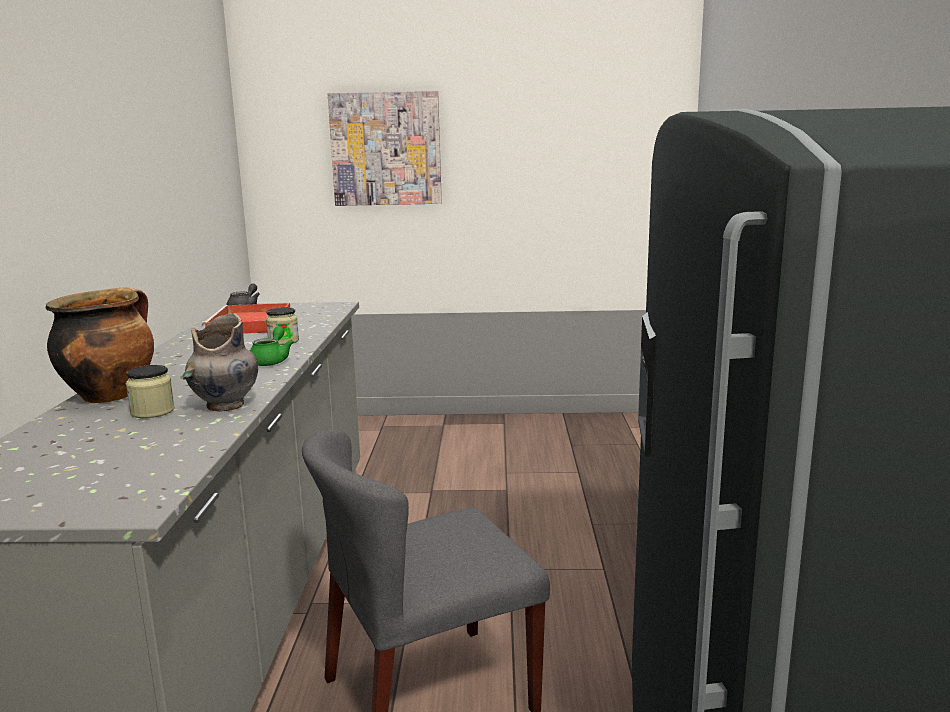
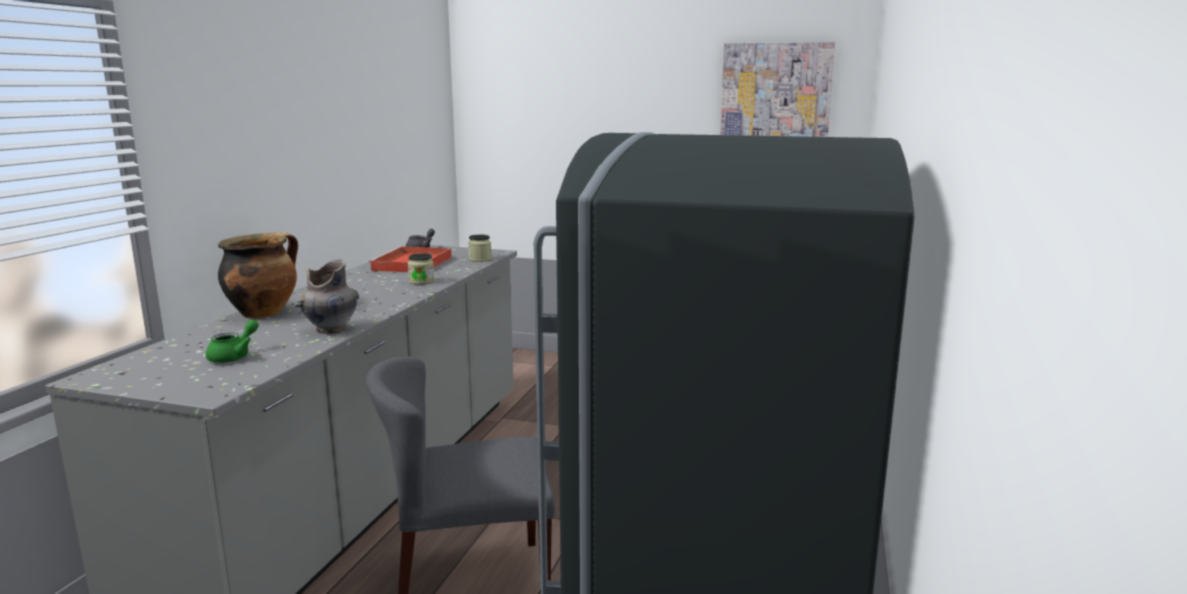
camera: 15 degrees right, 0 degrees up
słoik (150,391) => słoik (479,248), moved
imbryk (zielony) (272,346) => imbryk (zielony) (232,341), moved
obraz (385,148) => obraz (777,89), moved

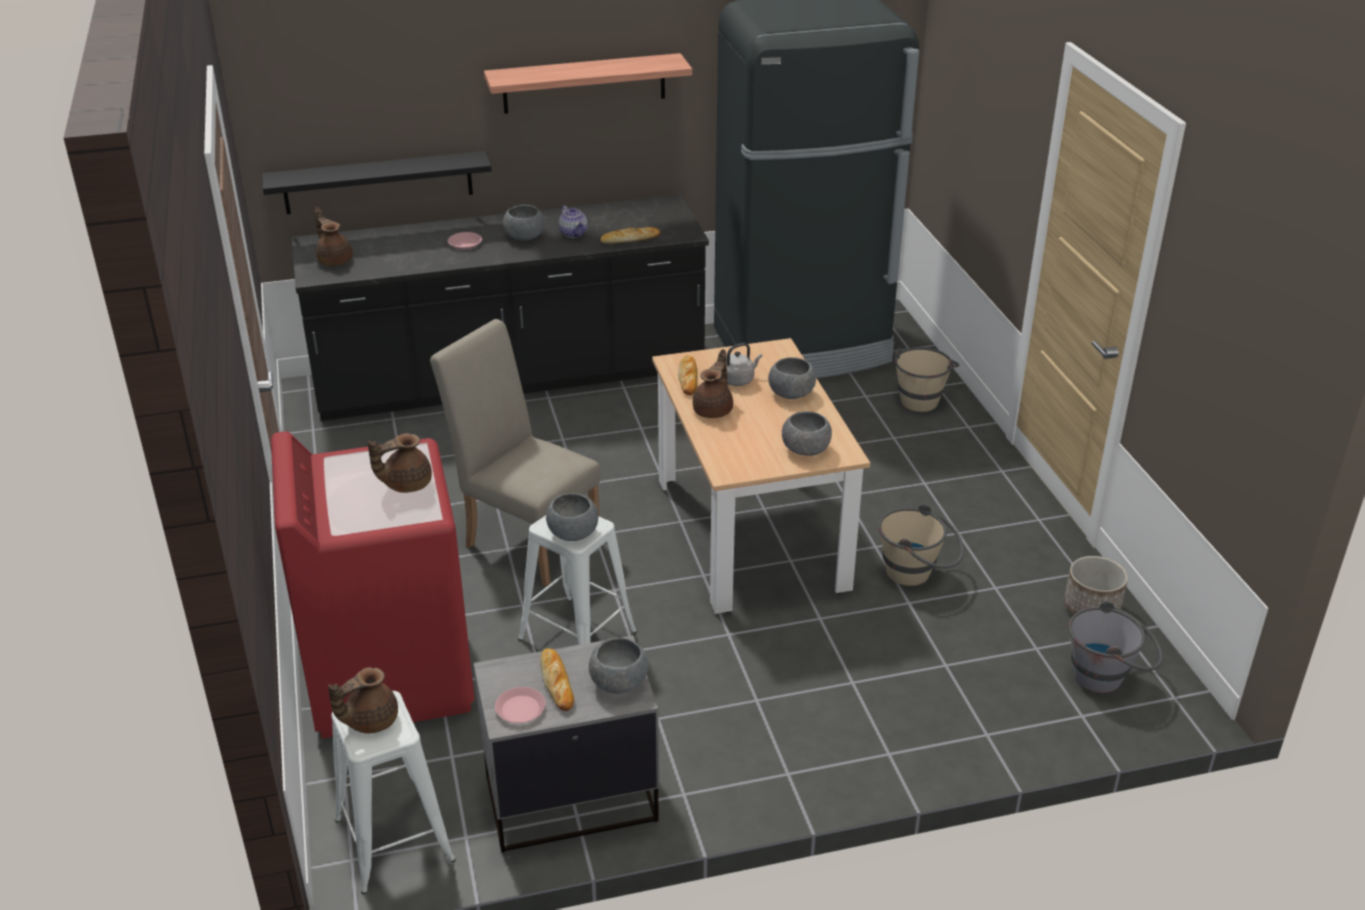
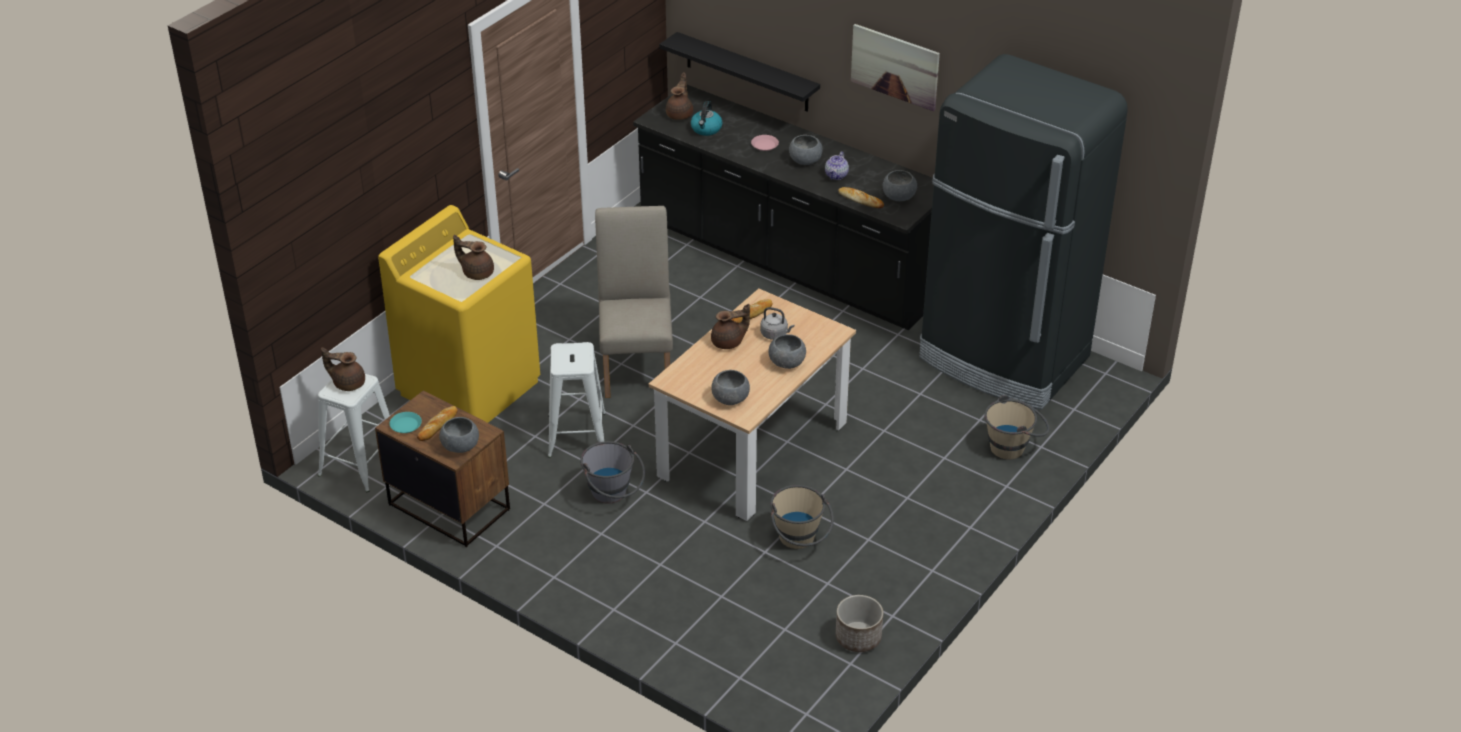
camera: 50 degrees right, 5 degrees up
nothing => czajnik (706,118)
miska (szary) (572,517) => miska (szary) (900,185), moved
wiadro (szary) (1116,647) => wiadro (szary) (612,472), moved
półka (588,83) => obraz (895,67)
pralka (czerwony) (372,585) => pralka (żółty) (459,314)
szafka nocna (szary) (566,744) => szafka nocna (brązowy) (442,468)
talerz (różowy) (520,705) => talerz (turkusowy) (405,422)

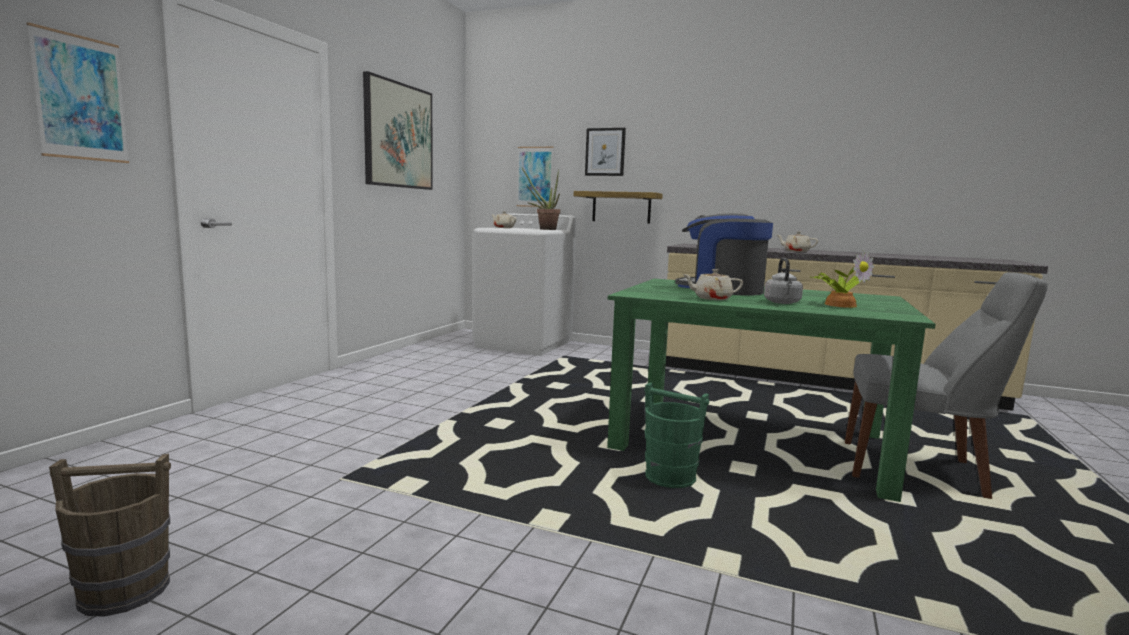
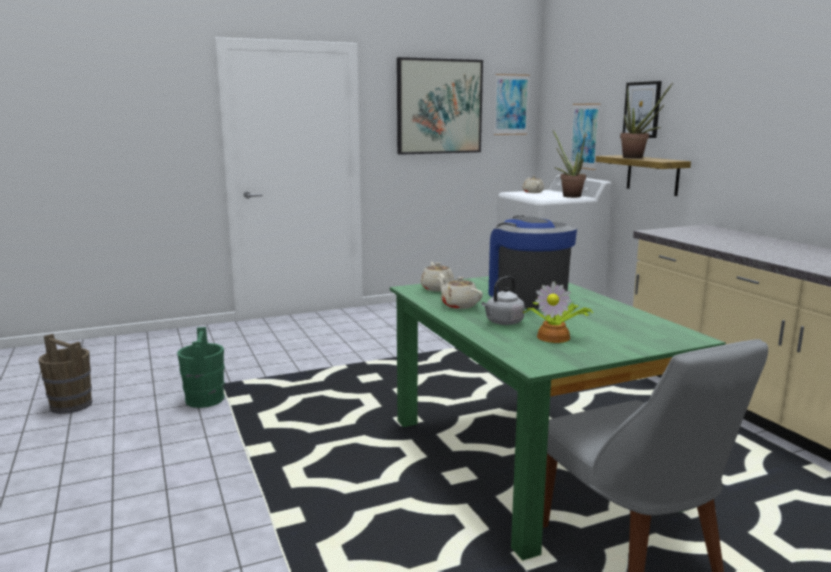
camera: 45 degrees right, 5 degrees up
nothing => roślina doniczkowa (646,121)
obraz (78,92) => obraz (512,104), moved
wiadro (zielony) (677,435) => wiadro (zielony) (201,367), moved
imbryk (beżowy) (797,241) => imbryk (beżowy) (437,276), moved

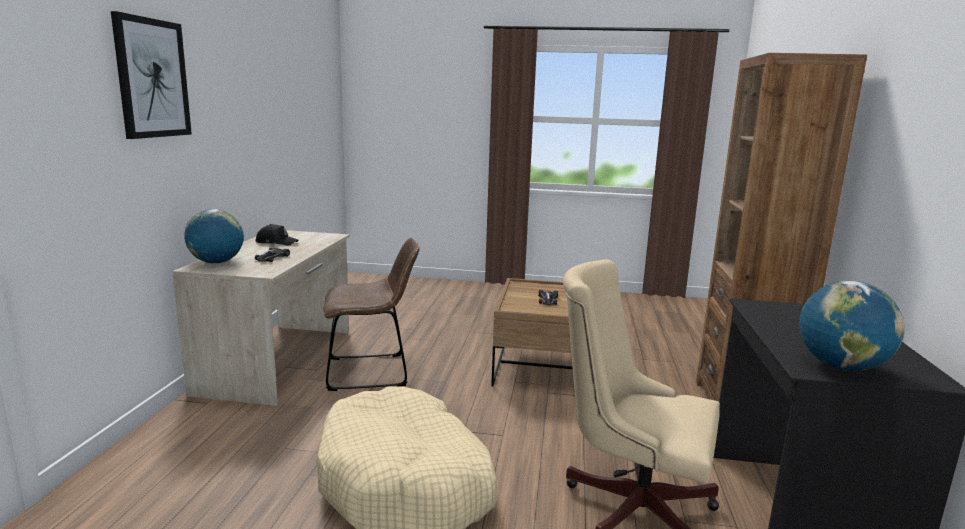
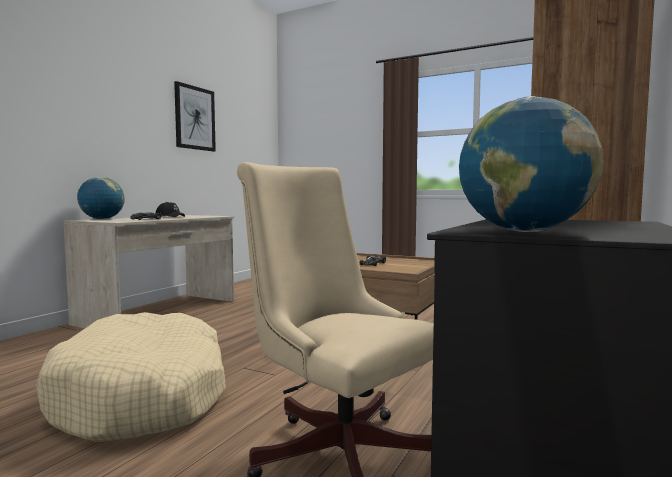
camera: 20 degrees right, 10 degrees down
krzesło (brązowy) (372,314) => nothing
obraz (151,75) => obraz (195,116), moved

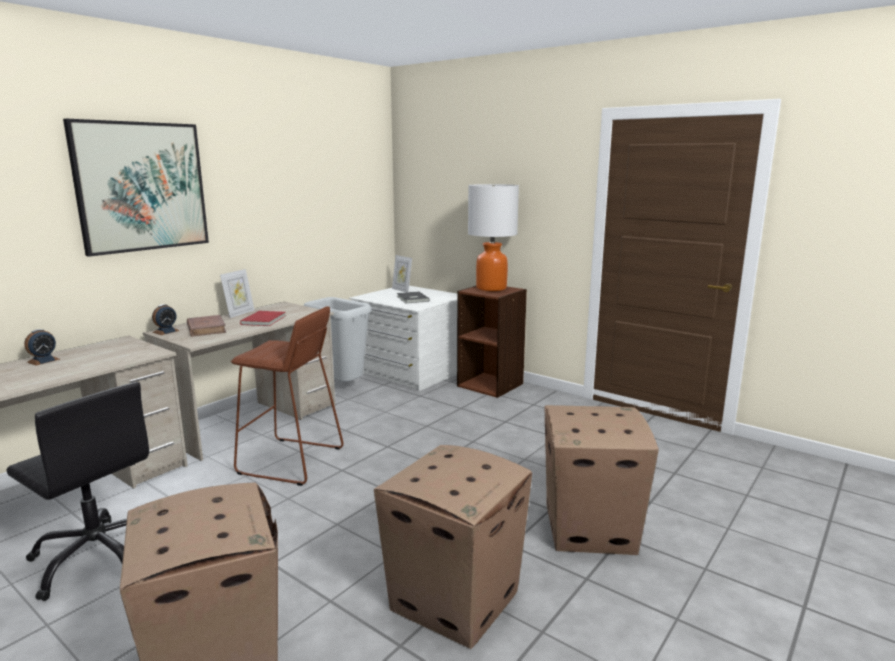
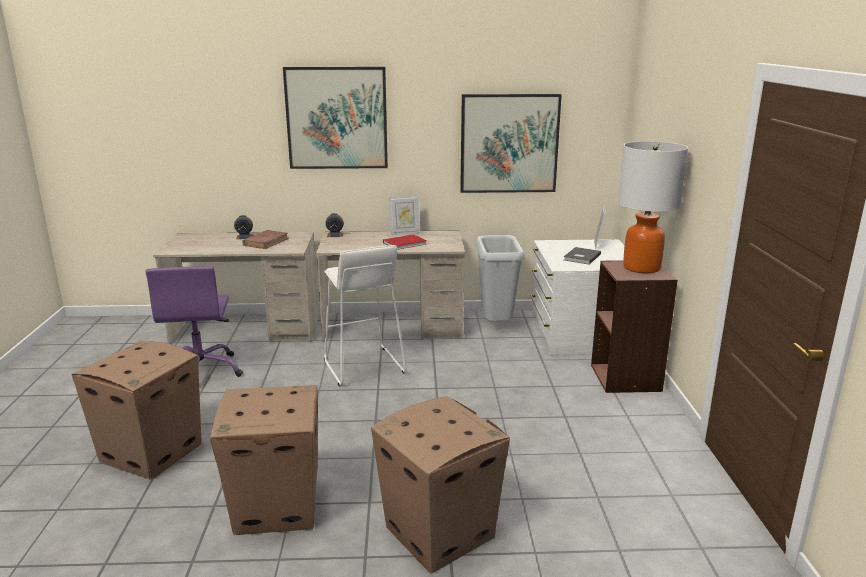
camera: 50 degrees right, 5 degrees up
nothing => obraz (511,143)
książka (brązowy) (206,326) => książka (brązowy) (265,239), moved
krzesło biurowe (czarny) (77,491) => krzesło biurowe (fioletowy) (194,321)
stołek (brązowy) (287,396) => stołek (biały) (365,315)

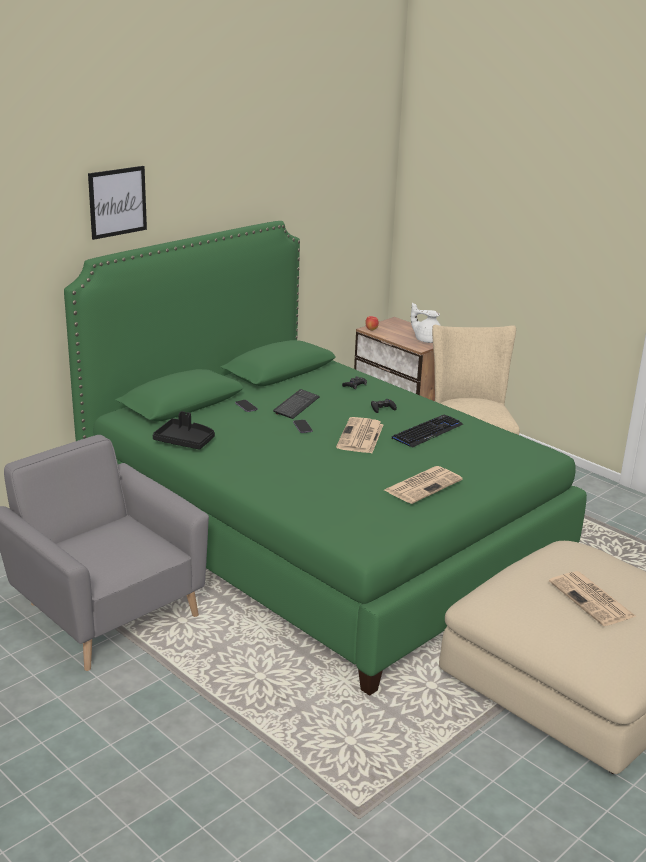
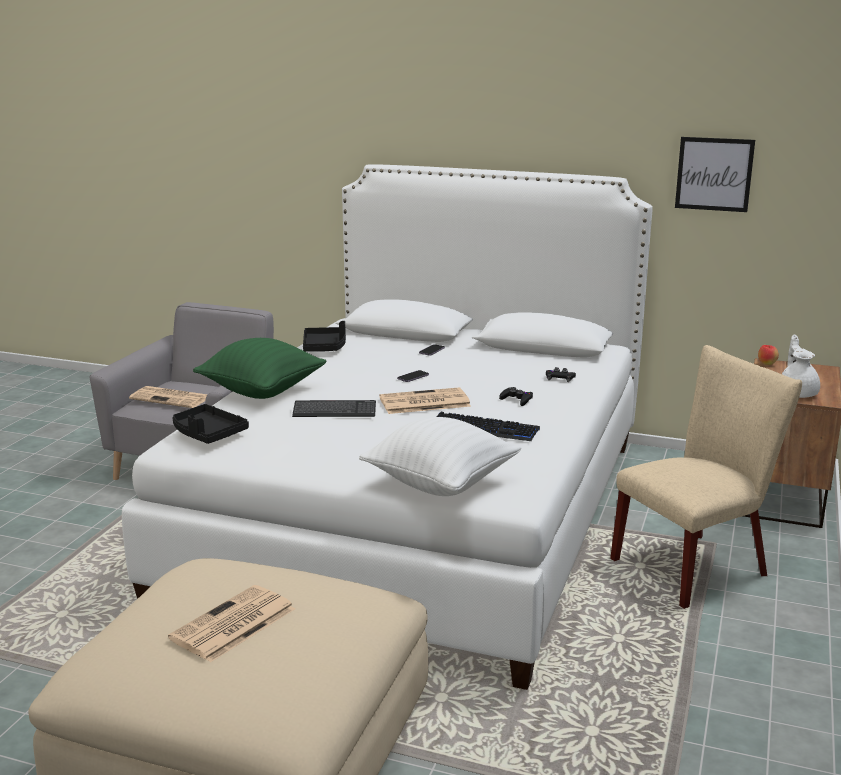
camera: 65 degrees right, 5 degrees down
nothing => taca (czarny) (210,424)
nothing => poduszka (zielony) (259,368)
nothing => poduszka (biały) (440,456)
obraz (117,203) => obraz (715,174), moved
klawiatura (296,404) => klawiatura (334,408), moved
gazeta (424,485) => gazeta (168,397), moved
łóżko (zielony) (325,458) => łóżko (biały) (387,427)

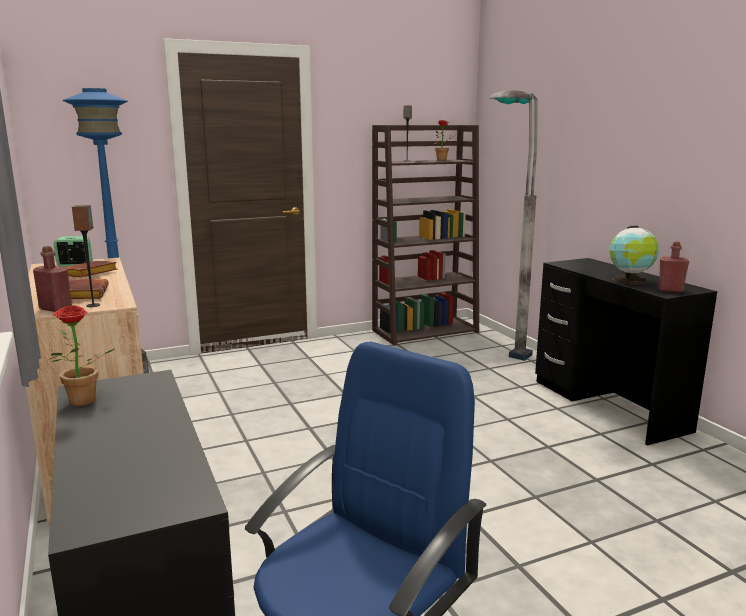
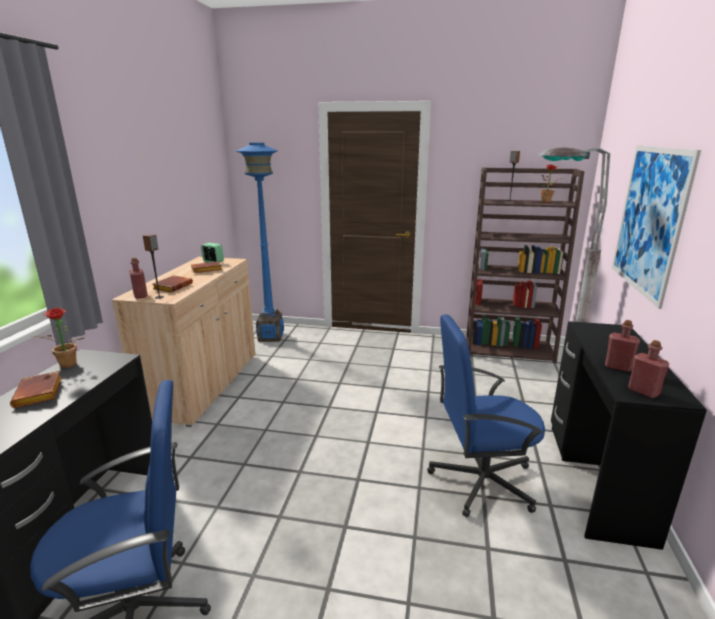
camera: 35 degrees right, 5 degrees up
nothing => książka (brązowy) (36,389)
nothing => krzesło biurowe (niebieski) (486,415)
nothing => obraz (656,227)
globus (634,255) => butelka (czerwony) (622,346)

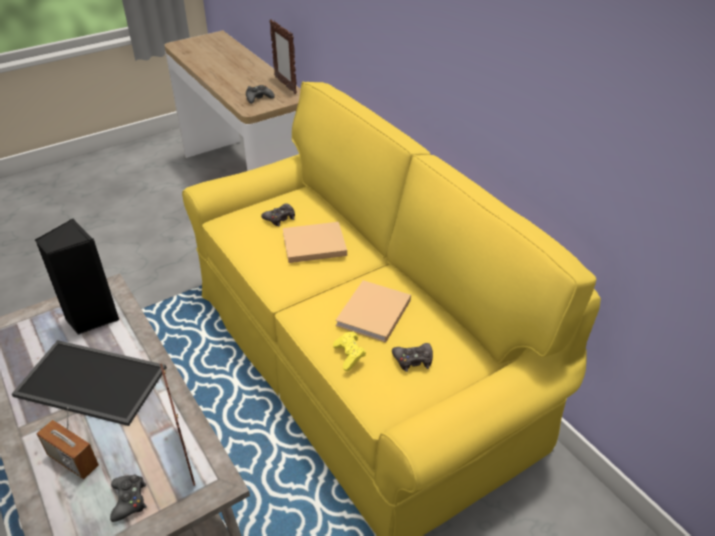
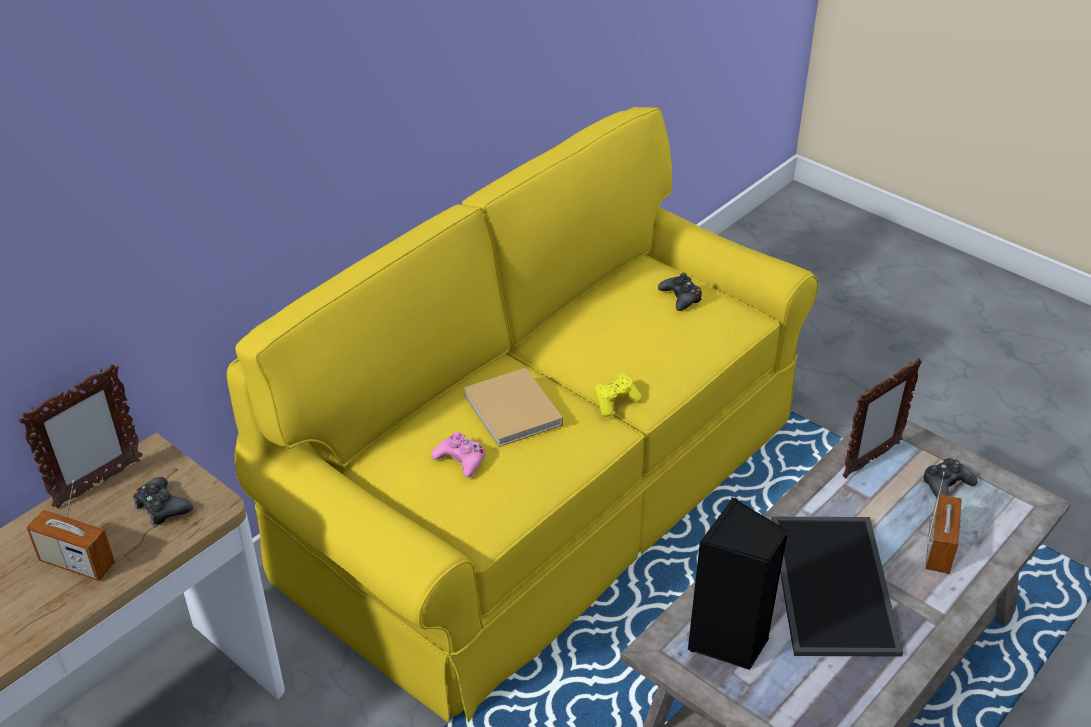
camera: 105 degrees left, 0 degrees up
książka (beżowy) (373,311) => nothing
nothing => radio (70,530)
pad do gier (żółty) (349,351) => pad do gier (żółty) (617,395), moved
pad do gier (czarny) (278,214) => pad do gier (różowy) (458,454)

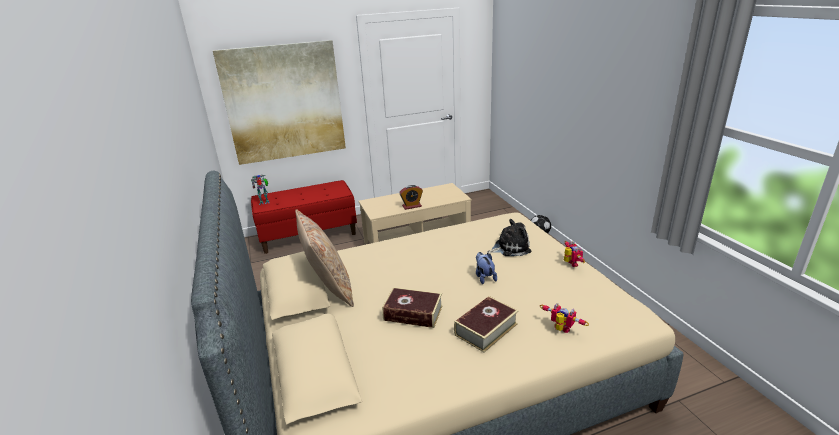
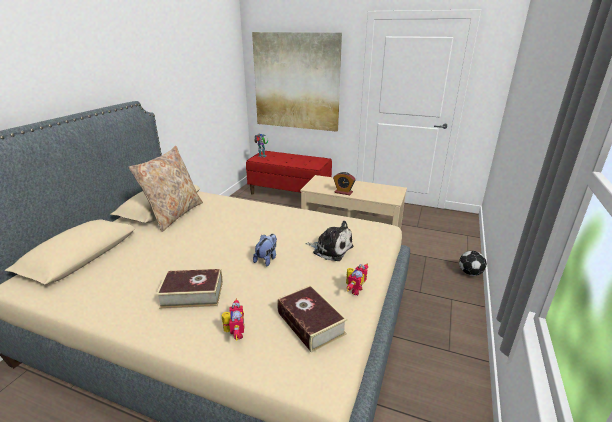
camera: 40 degrees right, 0 degrees up
książka (412,307) => książka (312,319), moved

